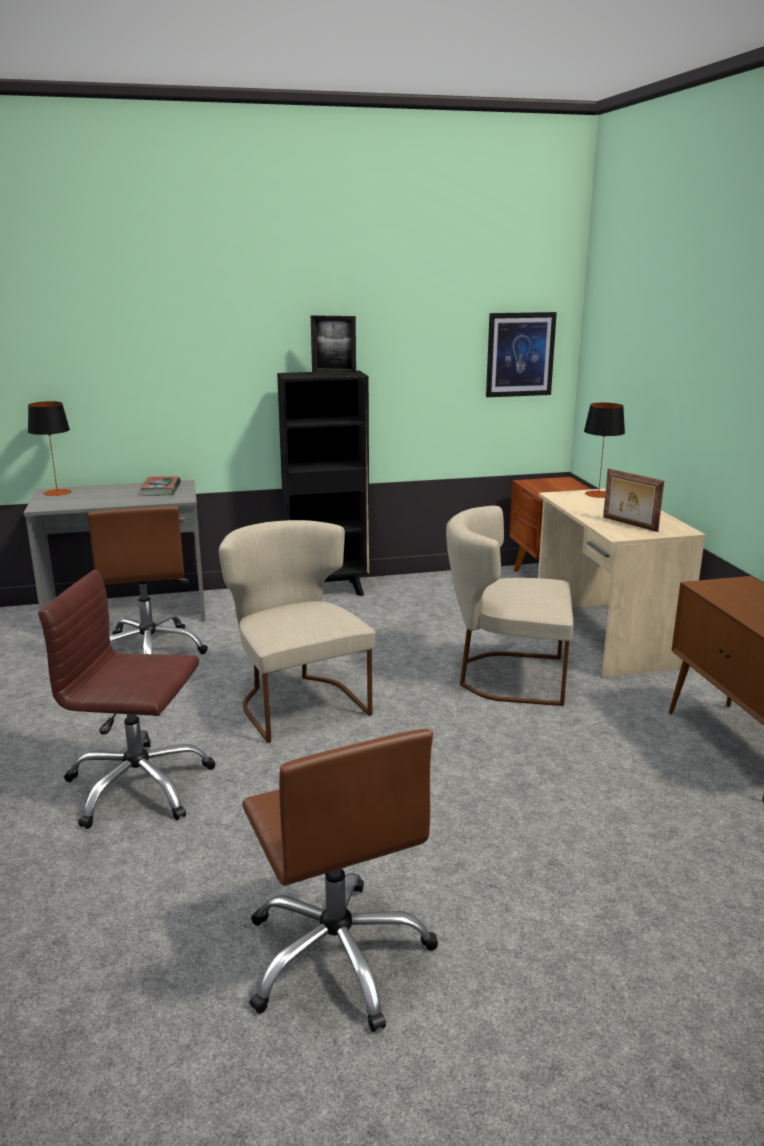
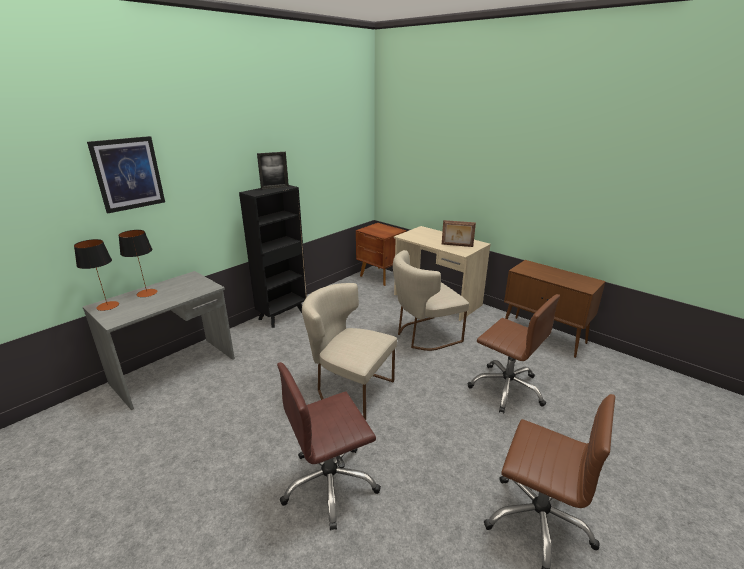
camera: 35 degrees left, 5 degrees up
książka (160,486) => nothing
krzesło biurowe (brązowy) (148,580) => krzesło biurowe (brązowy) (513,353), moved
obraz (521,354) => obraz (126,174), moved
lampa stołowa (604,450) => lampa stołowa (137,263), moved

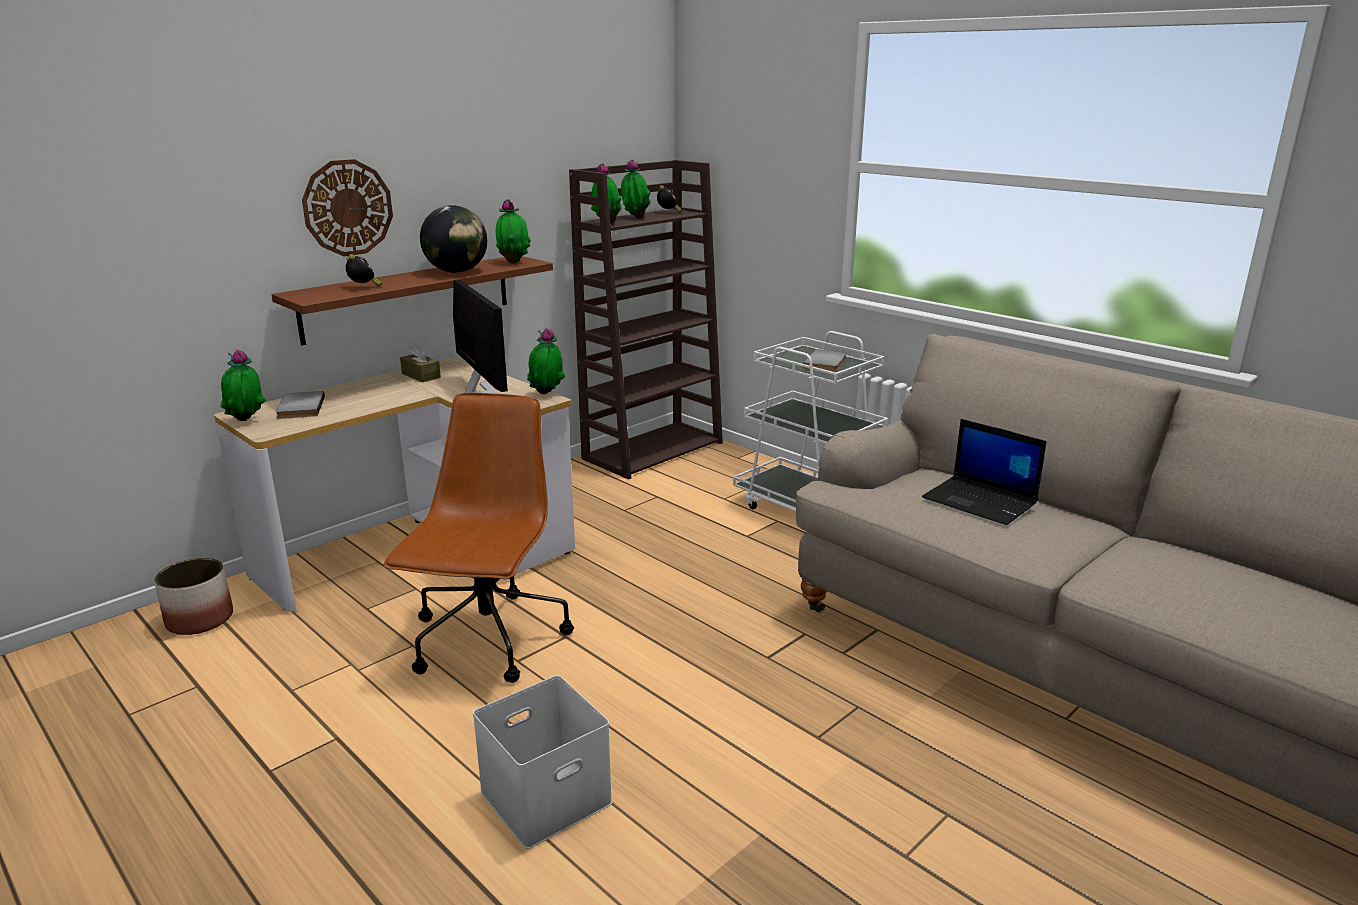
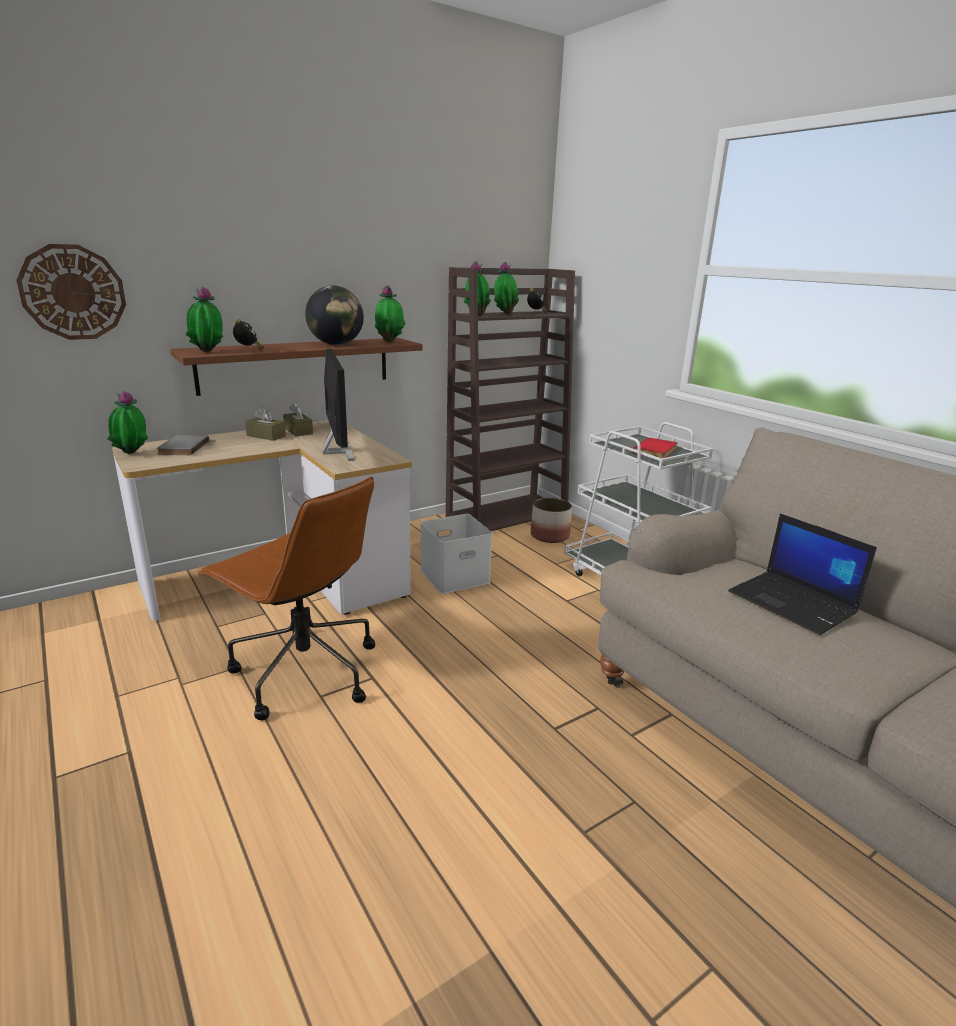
camera: 10 degrees right, 0 degrees up
nothing => pudełko chusteczek (brązowy) (265,424)
donica (193,596) => donica (551,520), moved
zegar ścienny (347,207) => zegar ścienny (71,292), moved
pojemnik do przechowywania (biały) (542,762) => pojemnik do przechowywania (biały) (456,554), moved
roślina doniczkowa (546,361) => roślina doniczkowa (204,319), moved
książka (szary) (825,360) => książka (czerwony) (655,448)
krzesło biurowe (brązowy) (478,538) => krzesło biurowe (brązowy) (287,598), 105 degrees clockwise

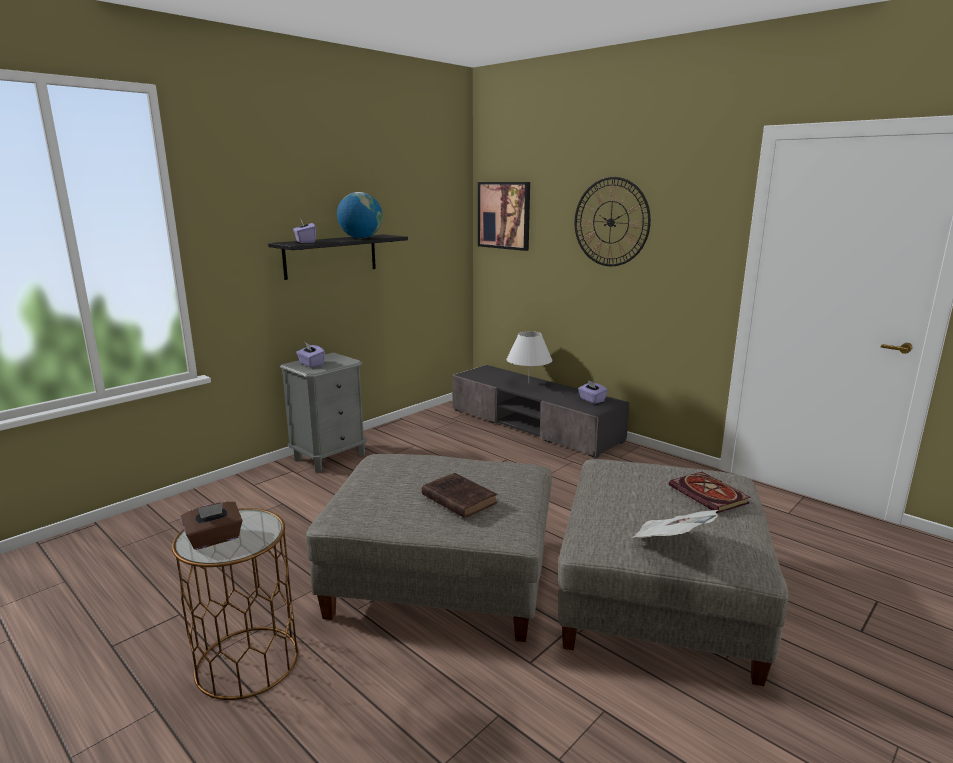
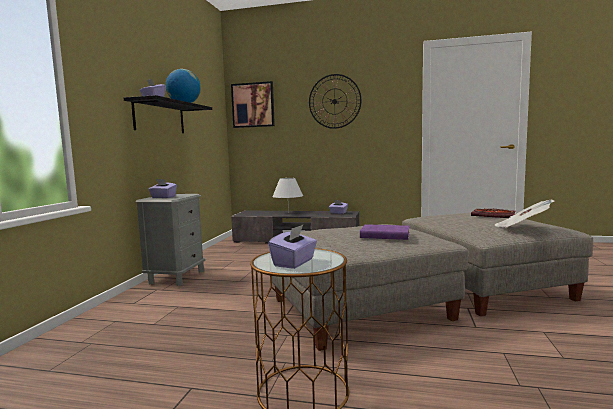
camera: 30 degrees left, 10 degrees down
pudełko chusteczek (brązowy) (212,526) => pudełko chusteczek (fioletowy) (292,247)
książka (brązowy) (459,495) => książka (fioletowy) (385,232)

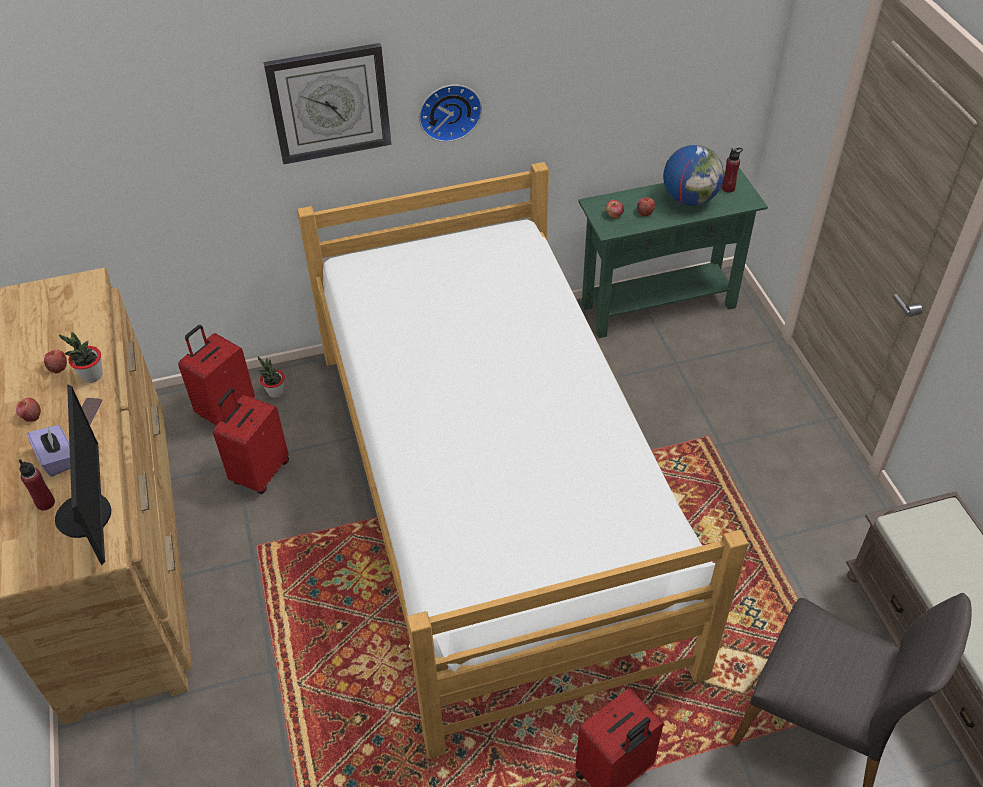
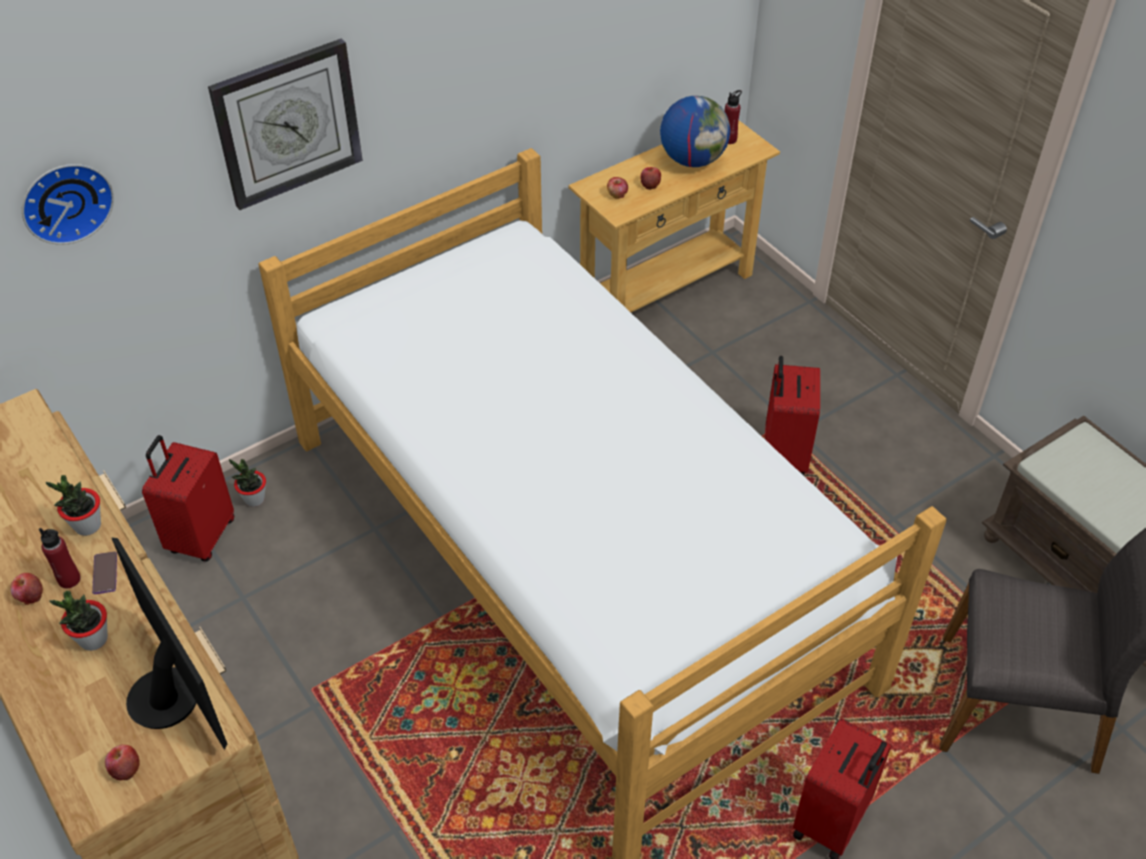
camera: 20 degrees left, 0 degrees up
butelka (czerwony) (36,485) => butelka (czerwony) (60,558), moved
jabłko (55,362) => jabłko (122,762), moved
walizka (czerwony) (251,441) => walizka (czerwony) (792,415), moved
zegar ścienny (450,113) => zegar ścienny (68,204), moved
pudełko chusteczek (fioletowy) (49,451) => roślina doniczkowa (78,621)
stolik konsolowy (zielony) (673,253) => stolik konsolowy (beżowy) (674,216)

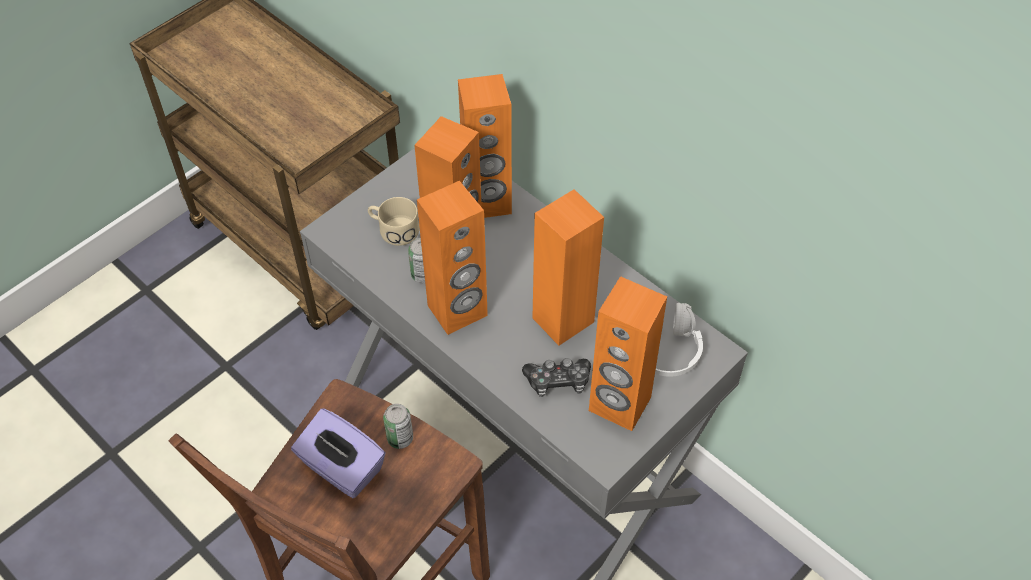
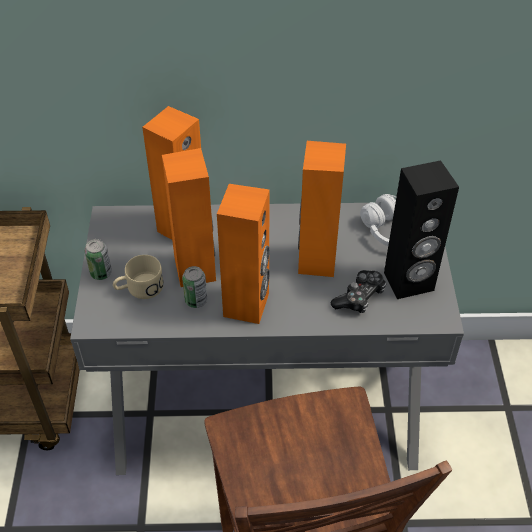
camera: 45 degrees left, 5 degrees down
pudełko chusteczek (fioletowy) (338,453) => nothing
puszka (398,426) => puszka (98,259), moved
głośnik (pomarańczowy) (628,353) => głośnik (czarny) (421,229)

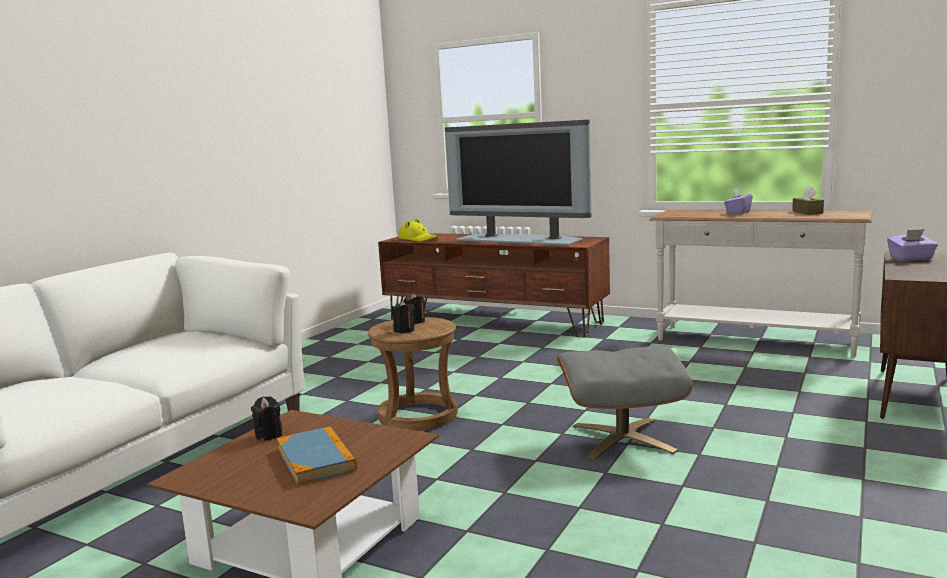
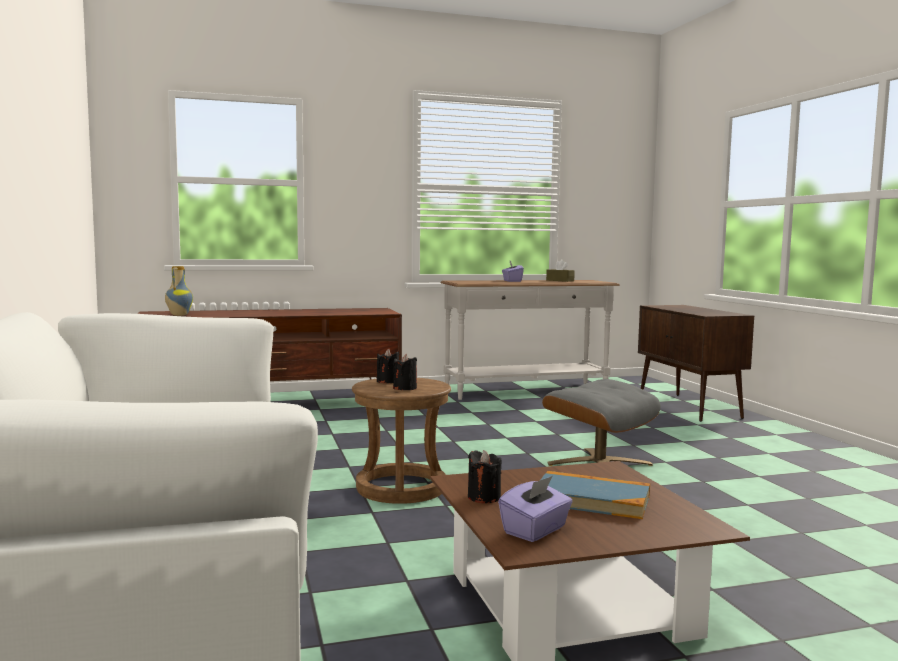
camera: 45 degrees left, 5 degrees down
telewizor (518,183) => nothing
pudełko chusteczek (fioletowy) (912,245) => pudełko chusteczek (fioletowy) (535,509), moved
kapelusz (żółty) (418,229) => wazon (179,291)

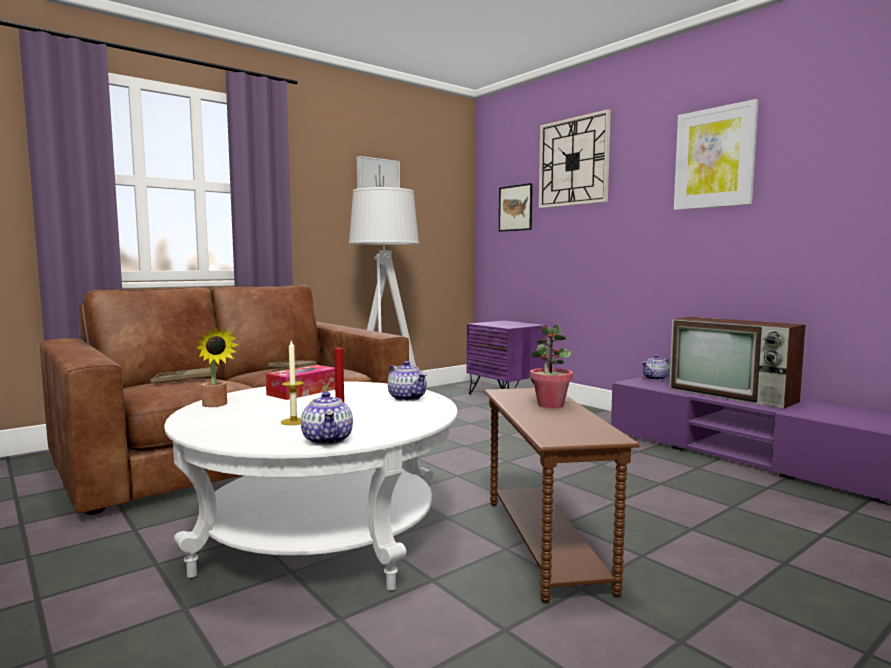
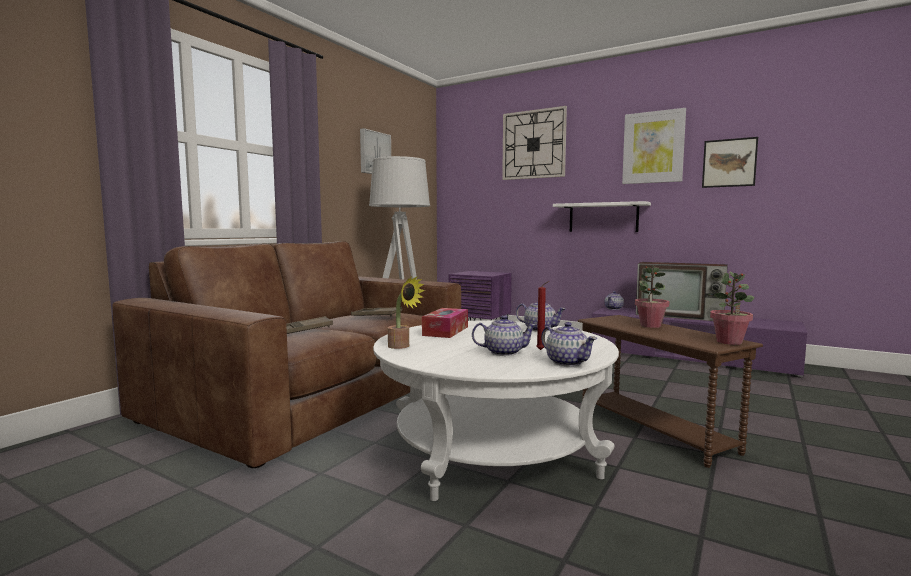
camera: 20 degrees left, 0 degrees up
nothing => półka (biały) (602,216)
nothing => roślina doniczkowa (732,308)
obraz (516,207) => obraz (730,162), moved
świeca (292,382) => imbryk (504,335)

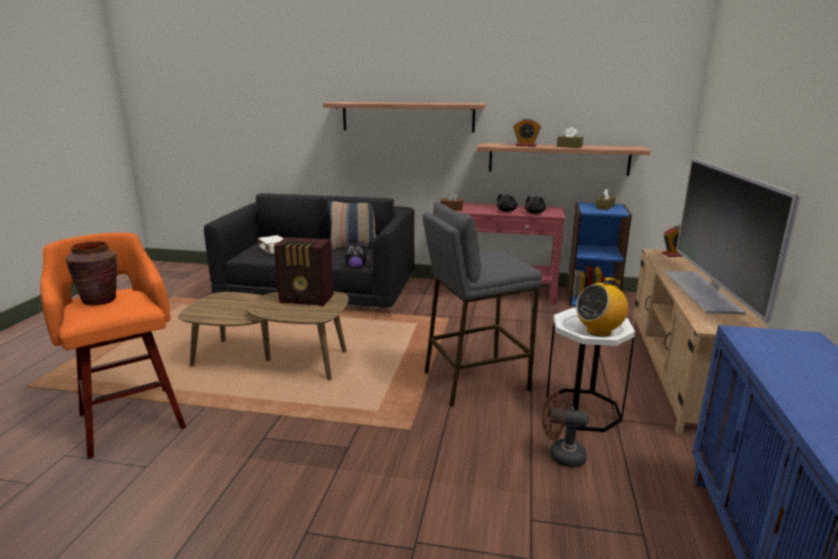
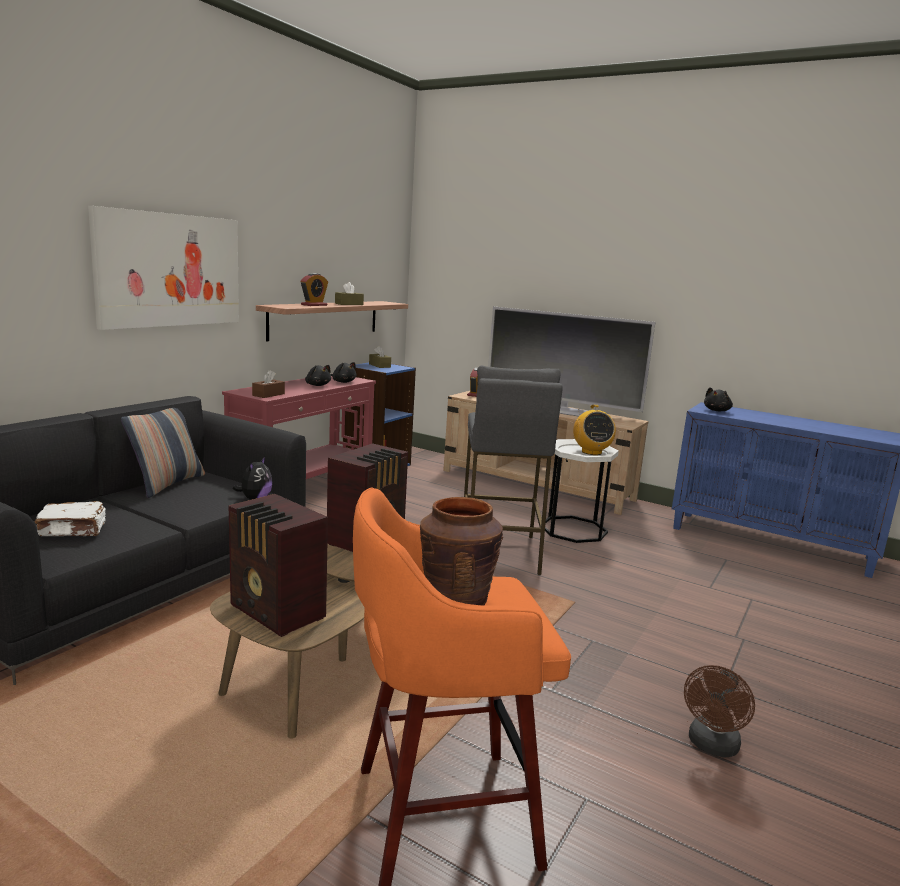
camera: 70 degrees left, 5 degrees down
nothing => radio (278,565)
nothing => pluszak (czarny) (718,399)
wentylator (brązowy) (565,429) => wentylator (brązowy) (719,711), moved
półka (404,117) => obraz (163,268)

